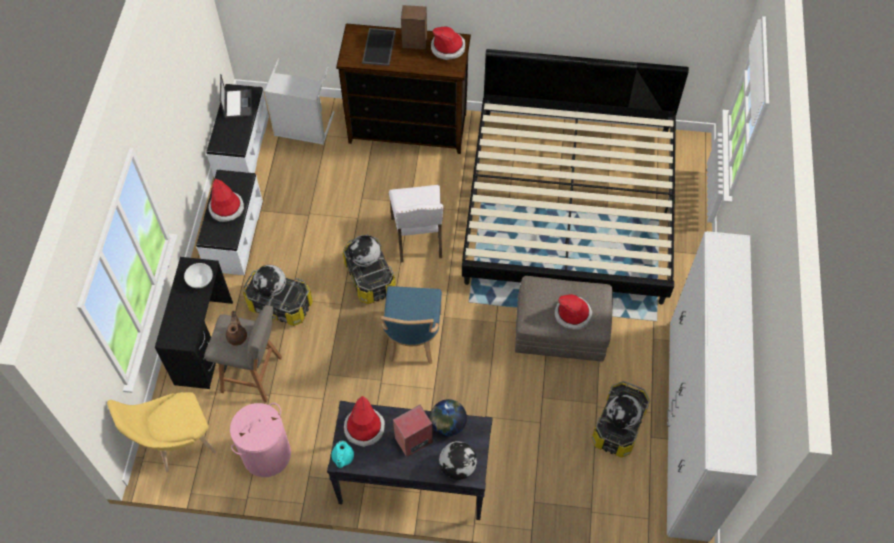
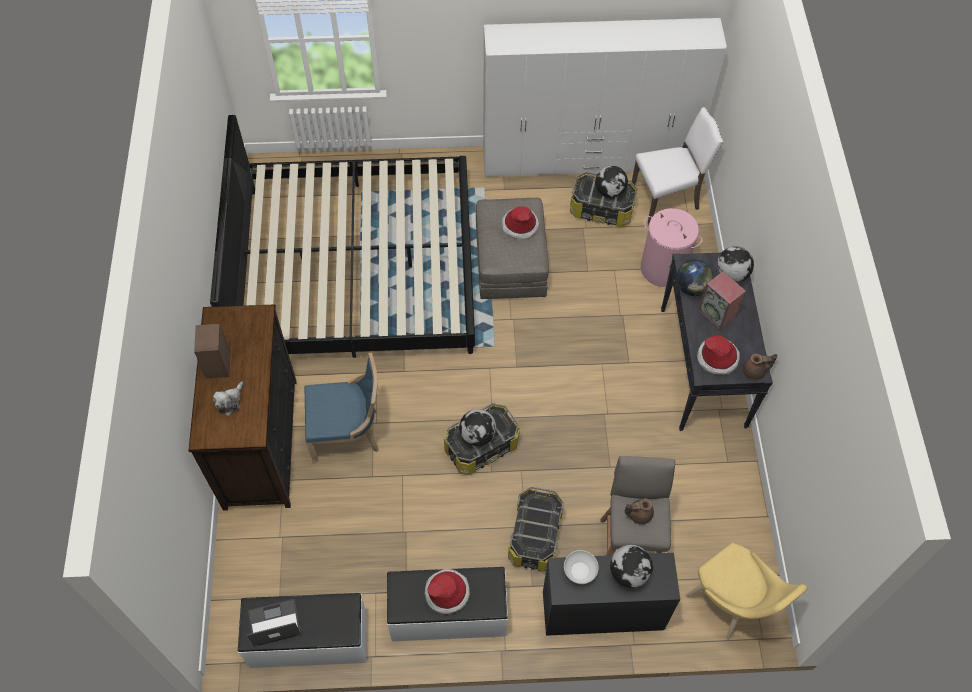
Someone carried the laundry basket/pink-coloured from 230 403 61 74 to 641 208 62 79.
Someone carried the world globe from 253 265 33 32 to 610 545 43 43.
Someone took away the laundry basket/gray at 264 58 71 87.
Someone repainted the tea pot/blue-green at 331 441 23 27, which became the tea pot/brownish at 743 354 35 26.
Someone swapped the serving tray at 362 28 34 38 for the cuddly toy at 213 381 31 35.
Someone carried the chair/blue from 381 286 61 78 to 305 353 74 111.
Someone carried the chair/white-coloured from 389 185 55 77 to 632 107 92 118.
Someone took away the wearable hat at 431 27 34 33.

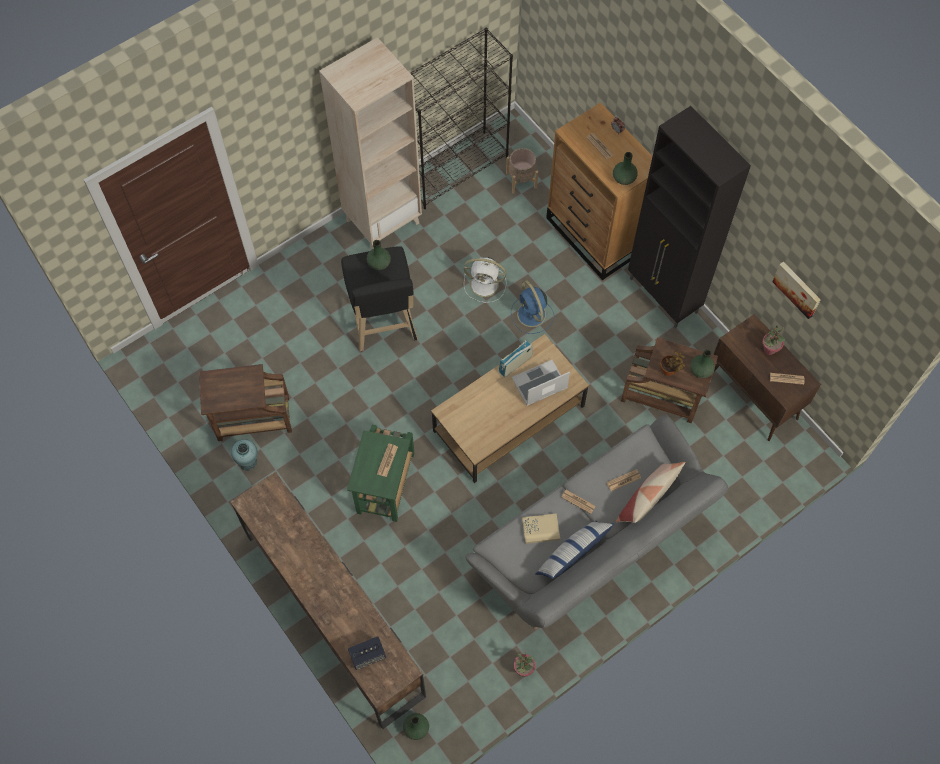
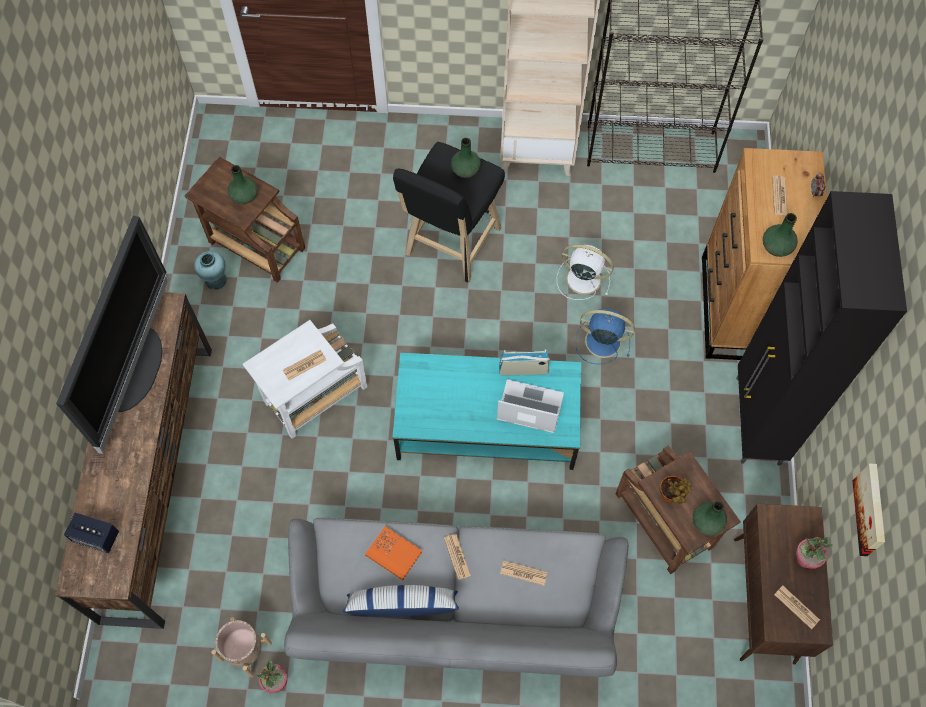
Someone repainted the end table/greenish at 347 425 67 97, which became the end table/white-coloured at 243 320 124 119.
Someone carried the vase/greenish from 403 713 26 27 to 228 165 30 39.
Someone repainted the coffee table/brownish at 431 334 158 149, which became the coffee table/blue-green at 392 353 189 117.
Someone rotated the fan/white-coloured at 464 257 42 46 by 150 degrees clockwise.
Someone carried the planter/beige from 506 148 32 45 to 212 617 60 60.
Someone rotated the fan/blue at 511 281 43 53 by 90 degrees clockwise.
Someone repainted the book/beige at 522 514 38 30, which became the book/orange at 365 526 57 54.
Someone took away the pillow at 615 462 70 61.
Someone put down the TV set at 56 216 113 238.

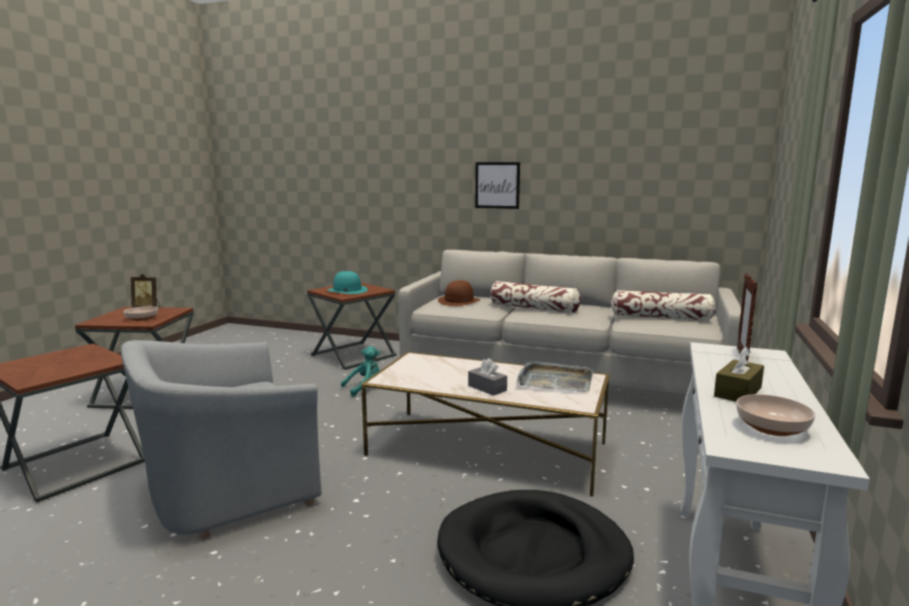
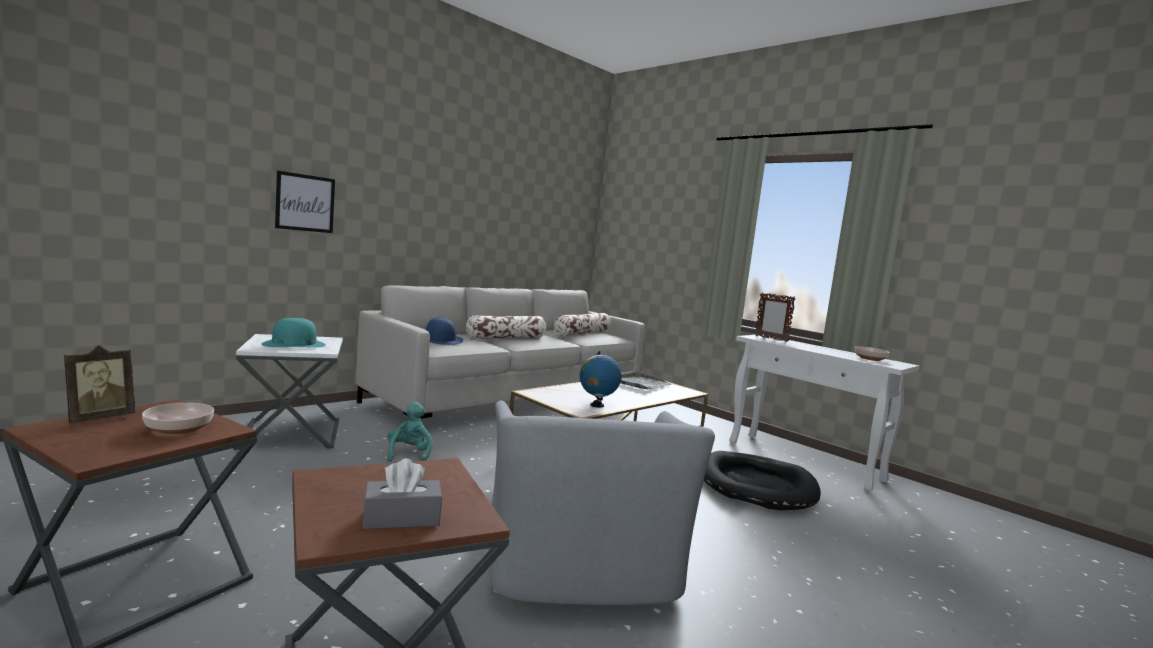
Someone repainted the end table/brownish at 307 283 90 87, which became the end table/white-coloured at 233 334 110 116.
Someone repainted the wearable hat/brownish at 438 280 42 26, which became the wearable hat/blue at 426 318 37 27.
Someone carried the box of tissues/gray from 468 358 39 38 to 363 458 79 71.
Someone carried the wall picture from 475 162 45 47 to 275 171 60 62.
Someone took away the box of tissues/brownish at 714 347 50 55.
Someone put down the world globe at 580 351 42 57.

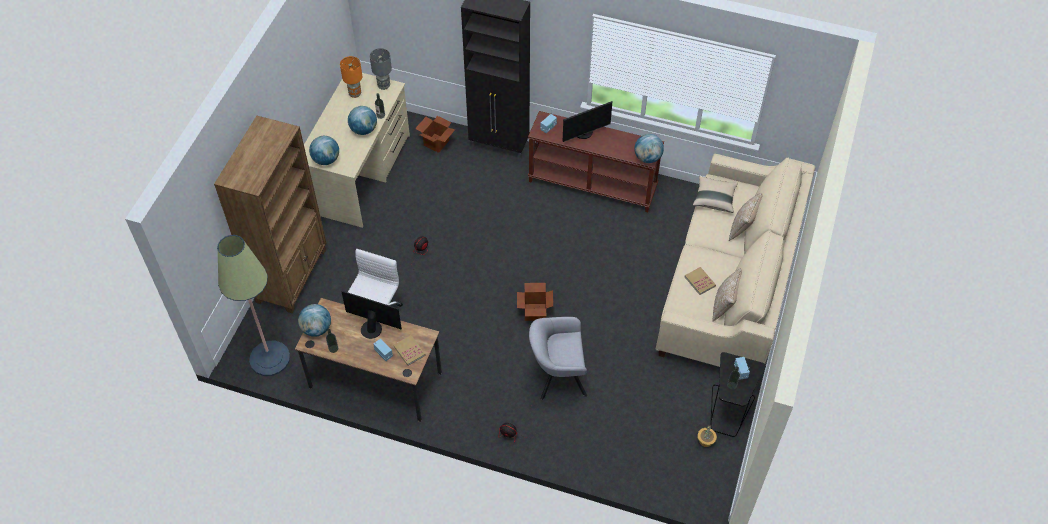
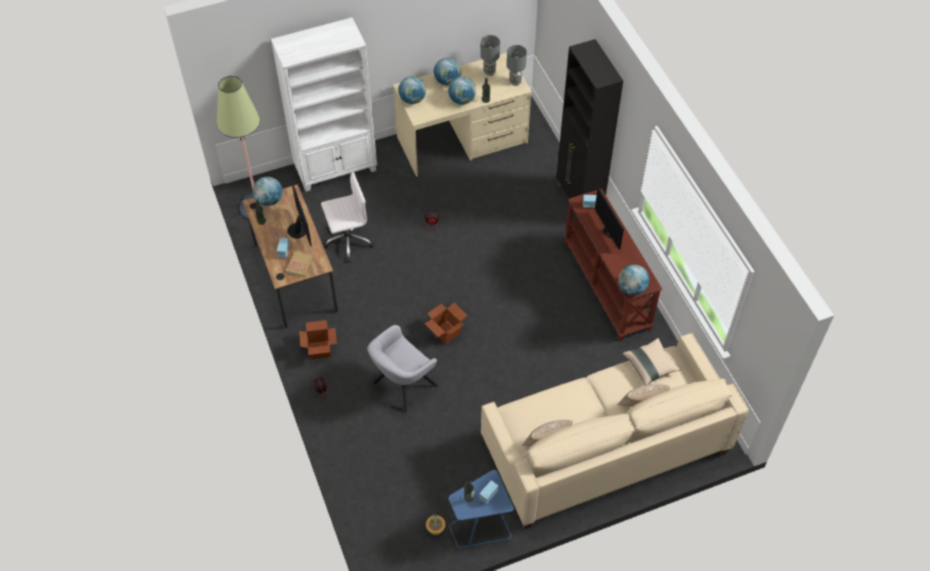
Someone repainted the bookcase/brownish at 214 116 113 197, which became the bookcase/white-coloured at 271 18 106 174.
Someone repainted the table lamp/orange at 340 56 22 42, which became the table lamp/gray at 480 35 20 41.
Someone carried the carton from 415 116 40 37 to 299 320 38 40.
Someone rotated the lounge chair/gray at 529 317 58 83 by 90 degrees counterclockwise.
Someone rotated the computer display at 562 101 50 41 by 45 degrees clockwise.
Someone took away the book at 685 267 31 28.
Someone repainted the end table/black-coloured at 710 352 56 85, which became the end table/blue at 449 470 65 78.
Someone put down the world globe at 434 58 27 28.

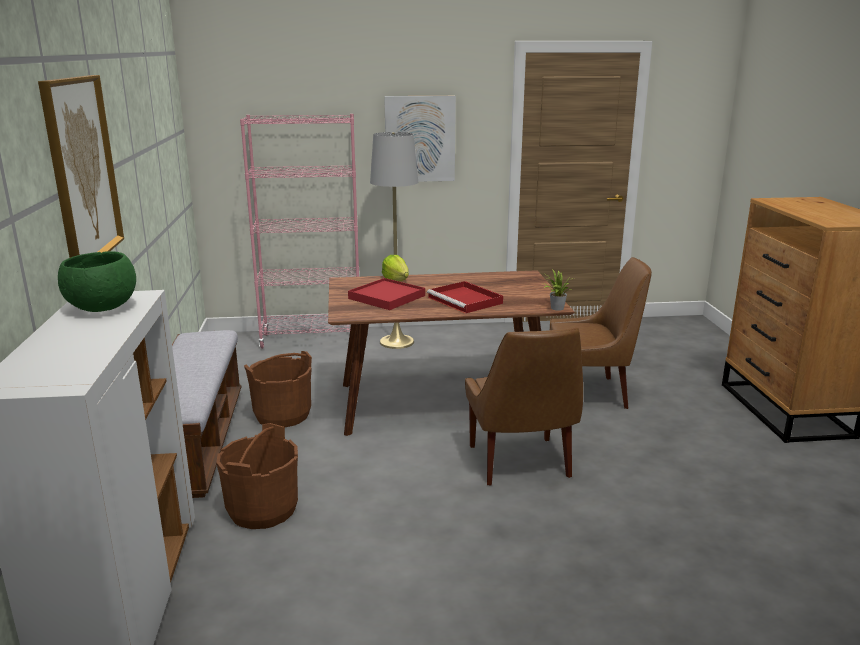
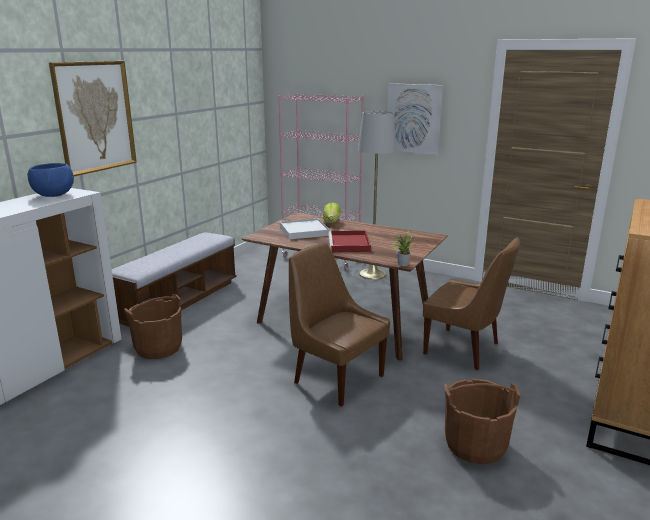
Someone repainted the serving bowl/greenish at 58 251 78 61, which became the serving bowl/blue at 28 163 46 34.
Someone carried the bucket/brownish from 244 351 68 76 to 444 379 76 85.
Someone repainted the serving tray/red-coloured at 348 278 77 32, which became the serving tray/white-coloured at 280 218 50 22.
Someone rotated the chair/brownish at 465 328 118 158 by 105 degrees clockwise.

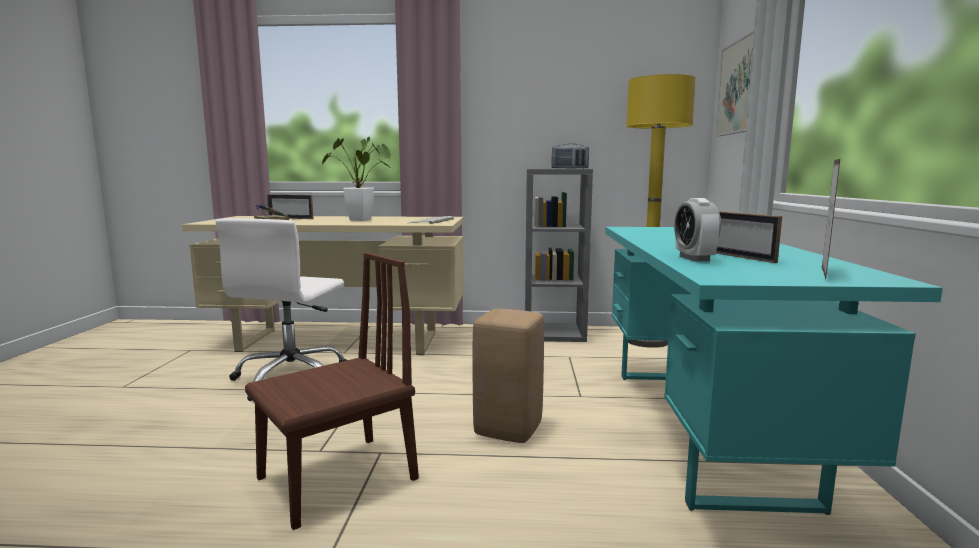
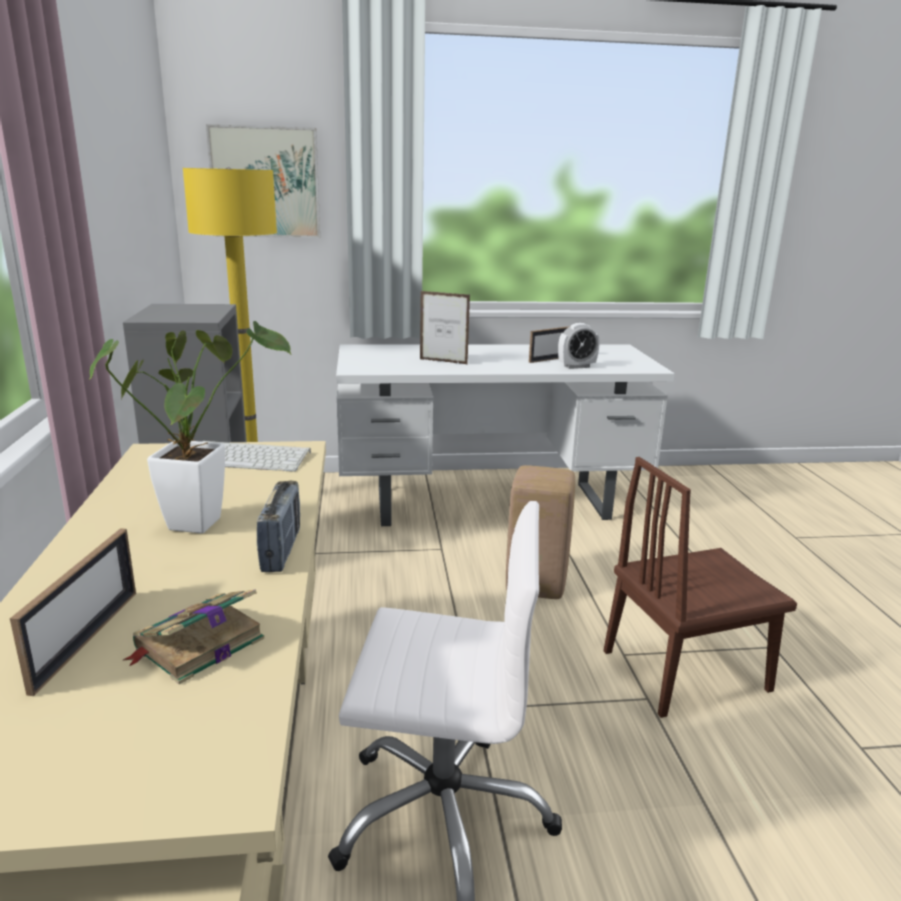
Someone rotated the chair/brownish at 245 252 174 278 by 60 degrees counterclockwise.
Someone carried the radio set from 552 144 37 25 to 257 481 43 91.
Someone repainted the desk table/blue-green at 605 227 338 288, which became the desk table/white-coloured at 336 344 339 182.
Someone carried the photo frame from 822 159 18 120 to 420 291 50 73.

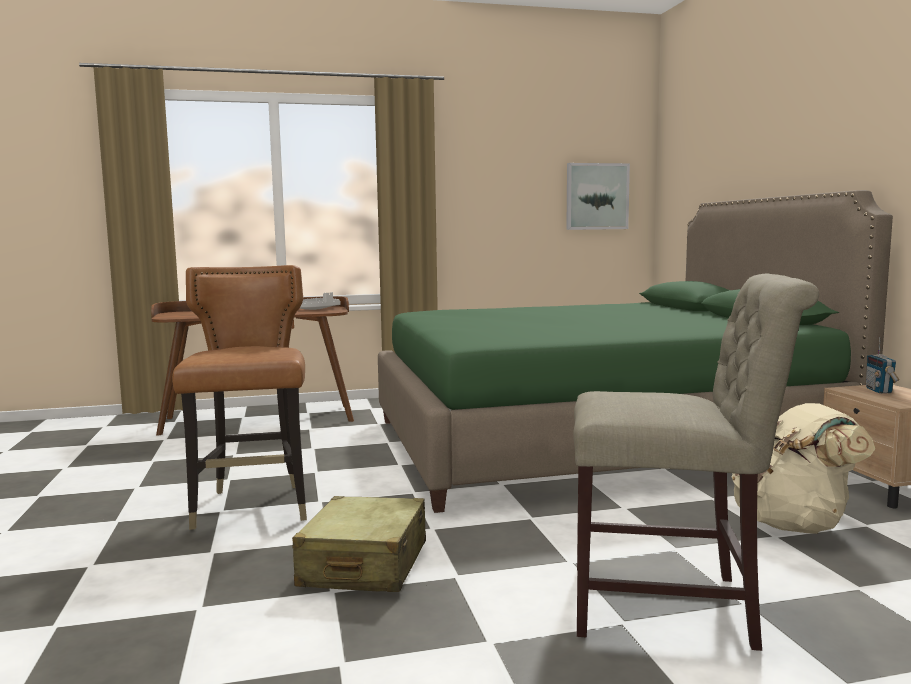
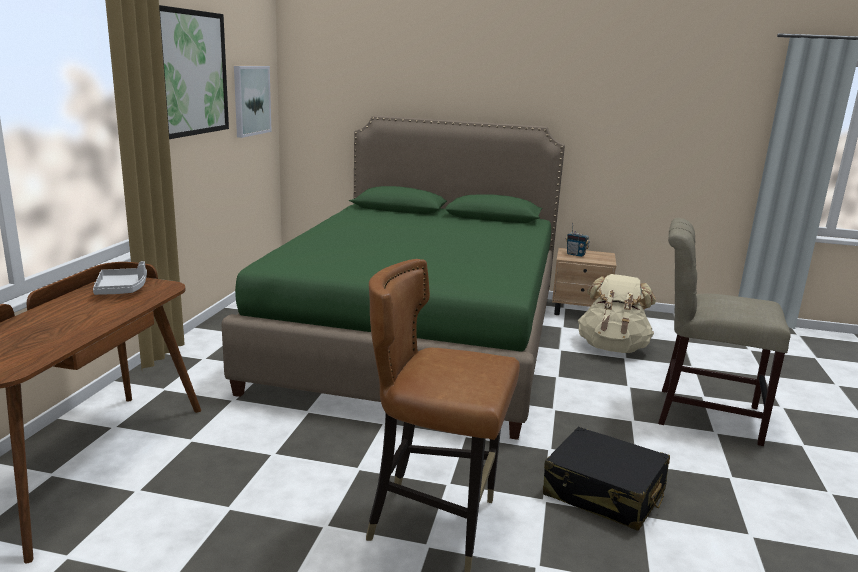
Someone repainted the suitcase/beige at 292 496 134 96, which became the suitcase/black-coloured at 543 427 127 104.
Someone rotated the chair/beige at 573 274 246 377 by 105 degrees counterclockwise.
Someone put up the wall picture at 159 5 70 134.

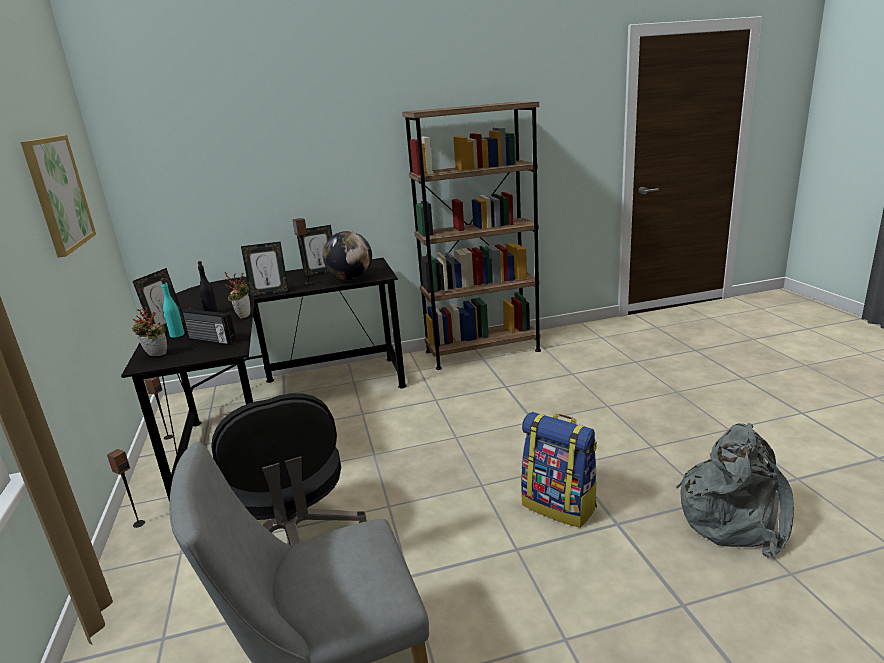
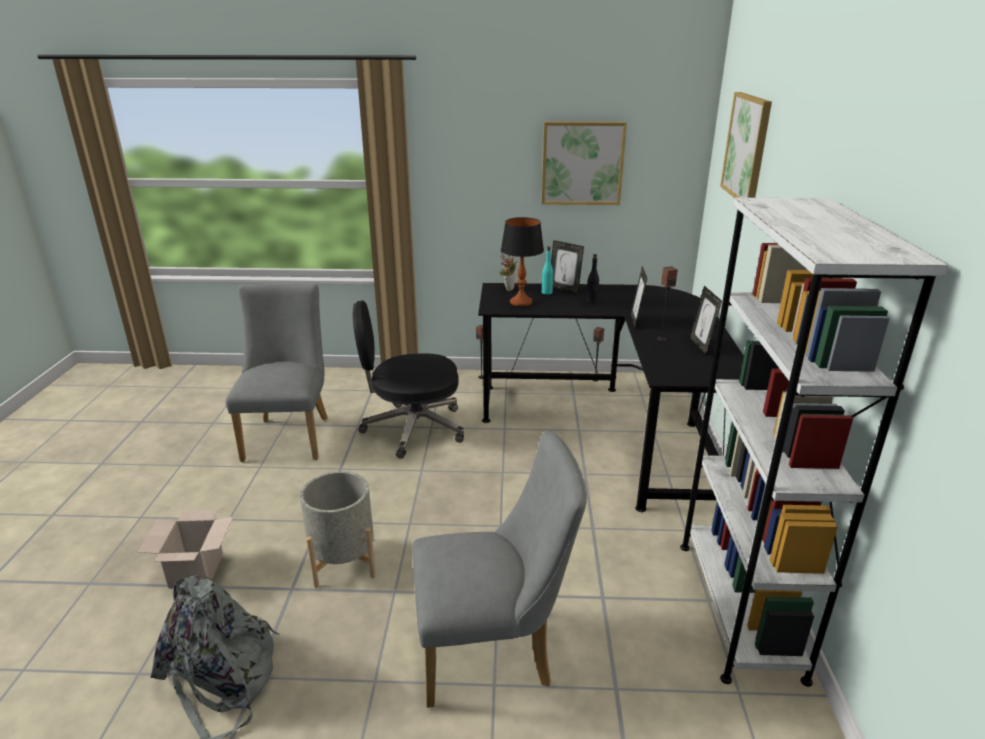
Someone swapped the radio set at 182 308 54 37 for the table lamp at 501 217 43 90.
Someone took away the houseplant at 225 272 25 47.
Someone took away the world globe at 323 231 49 49.
Someone repainted the bookcase/brownish at 402 102 139 268, which became the bookcase/white-coloured at 680 198 269 489.
Someone swapped the rucksack at 521 412 76 116 for the planter/gray at 300 471 76 117.
Someone put down the carton at 138 510 95 78.
Someone put down the chair/gray at 412 430 175 278.
Someone put up the wall picture at 720 92 52 106.

